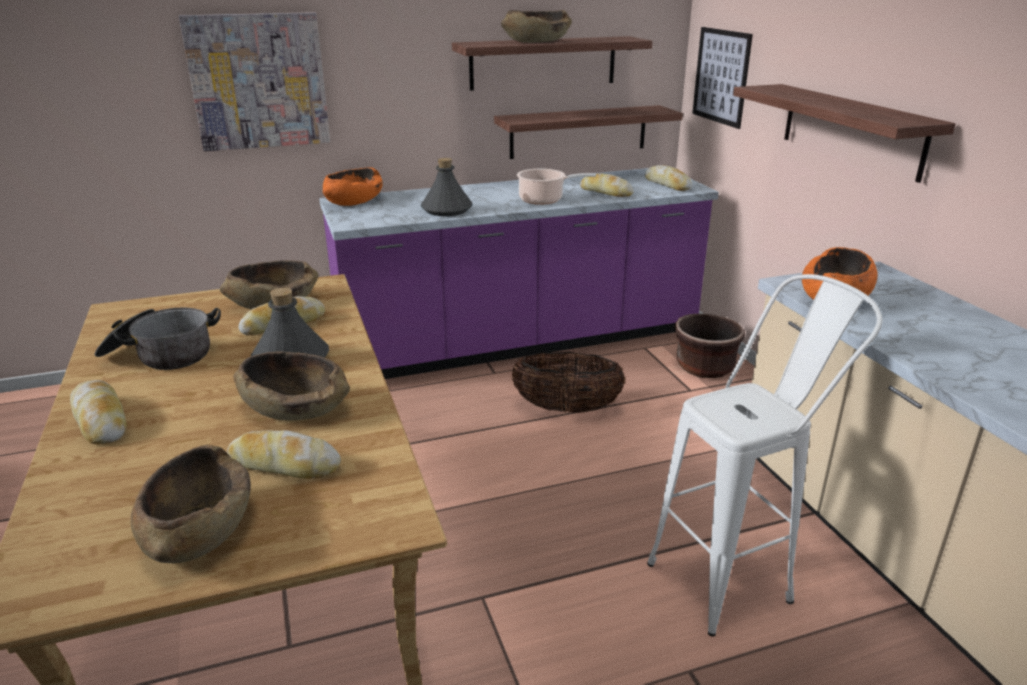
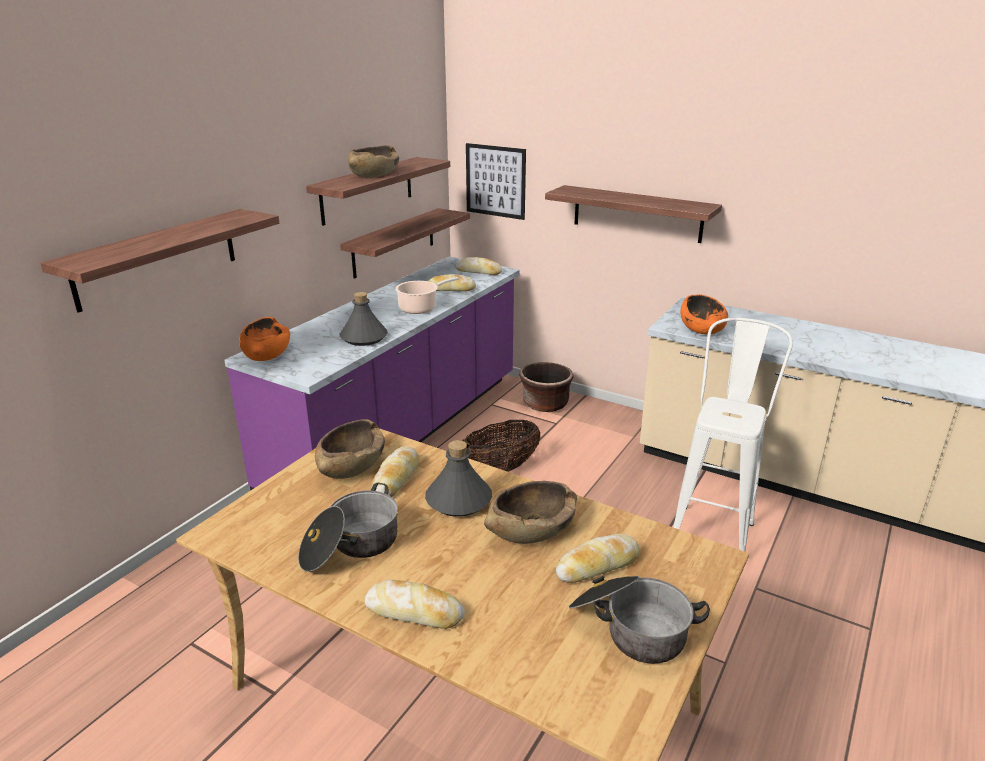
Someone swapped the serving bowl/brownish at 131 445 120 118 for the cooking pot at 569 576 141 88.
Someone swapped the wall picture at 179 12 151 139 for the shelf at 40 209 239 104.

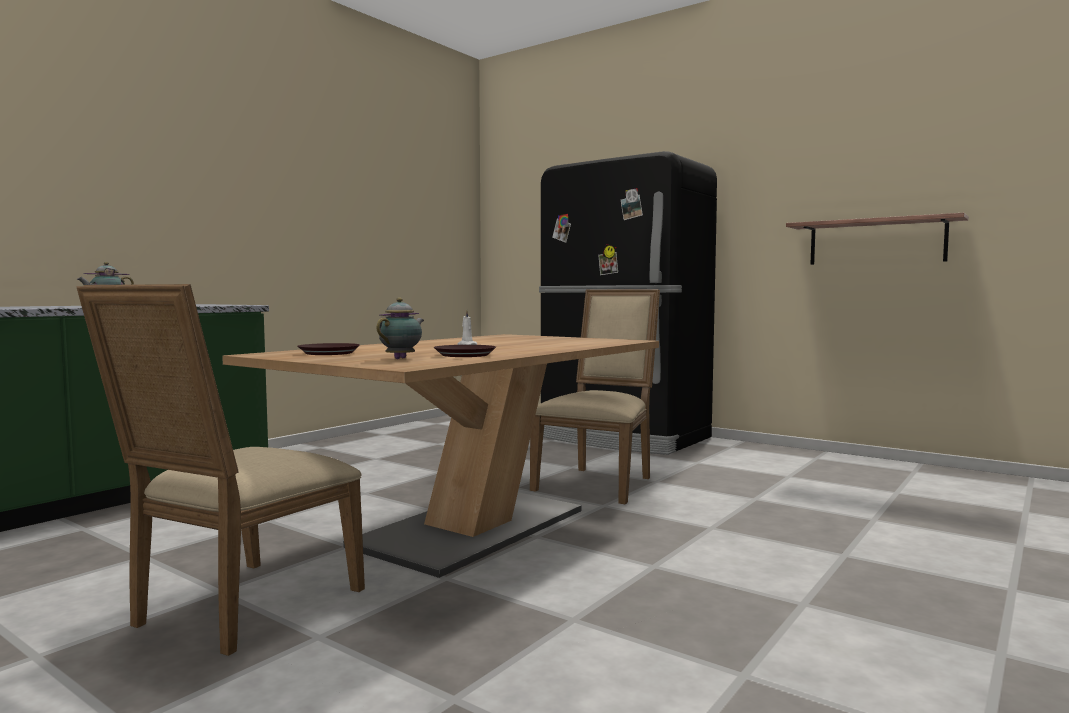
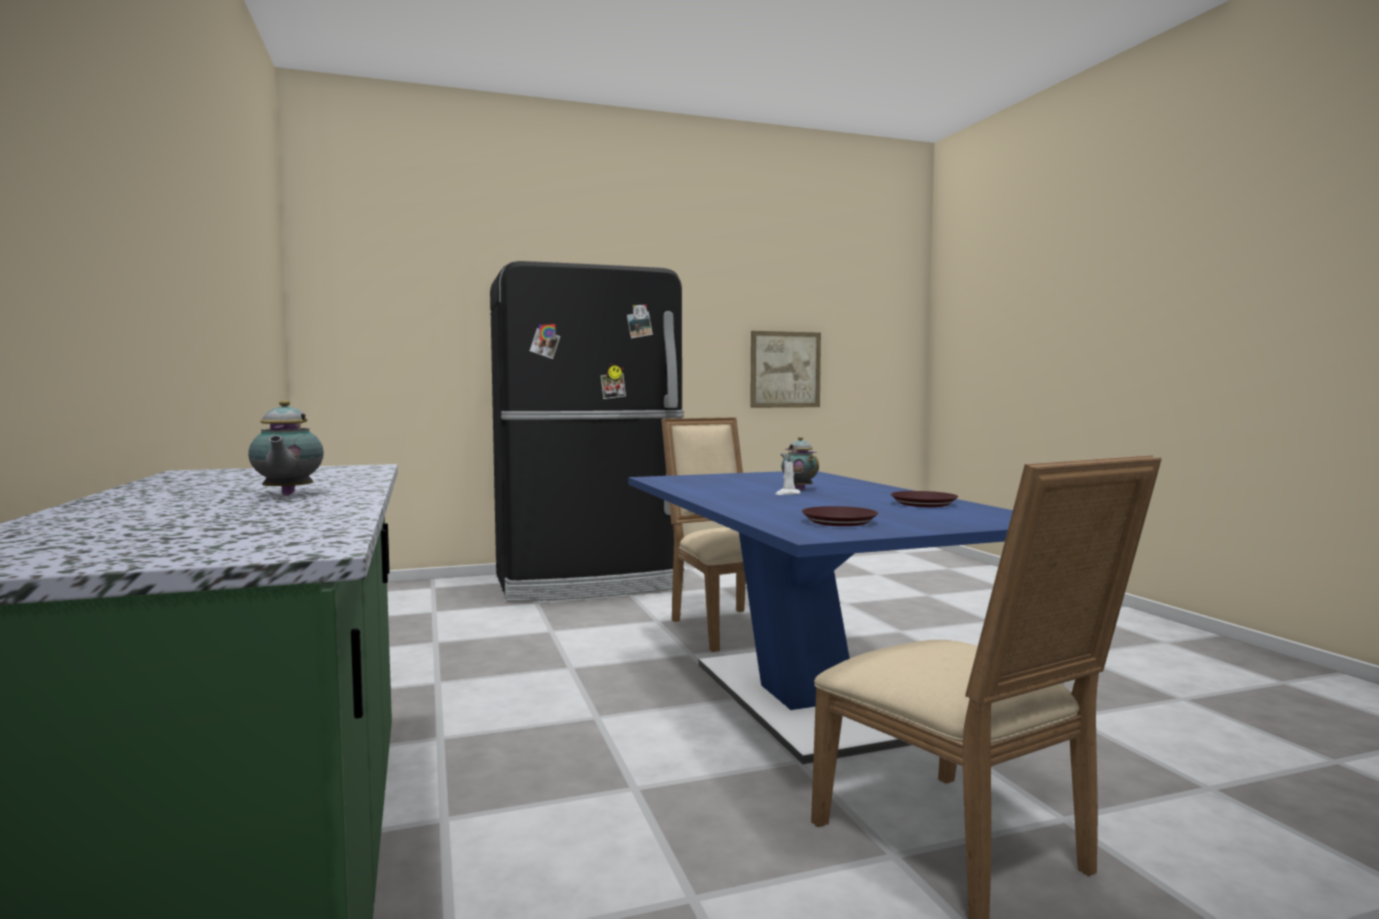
Someone repainted the kitchen table/brownish at 222 334 437 244, which became the kitchen table/blue at 628 471 385 293.
Someone carried the tea pot from 377 298 47 61 to 781 437 38 53.
Someone swapped the shelf at 786 213 183 52 for the wall picture at 750 331 71 77.

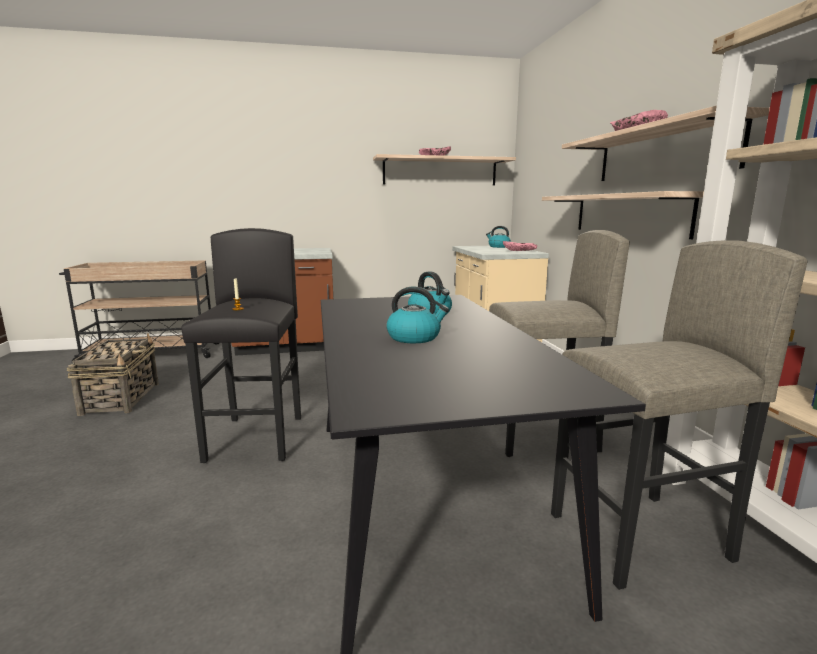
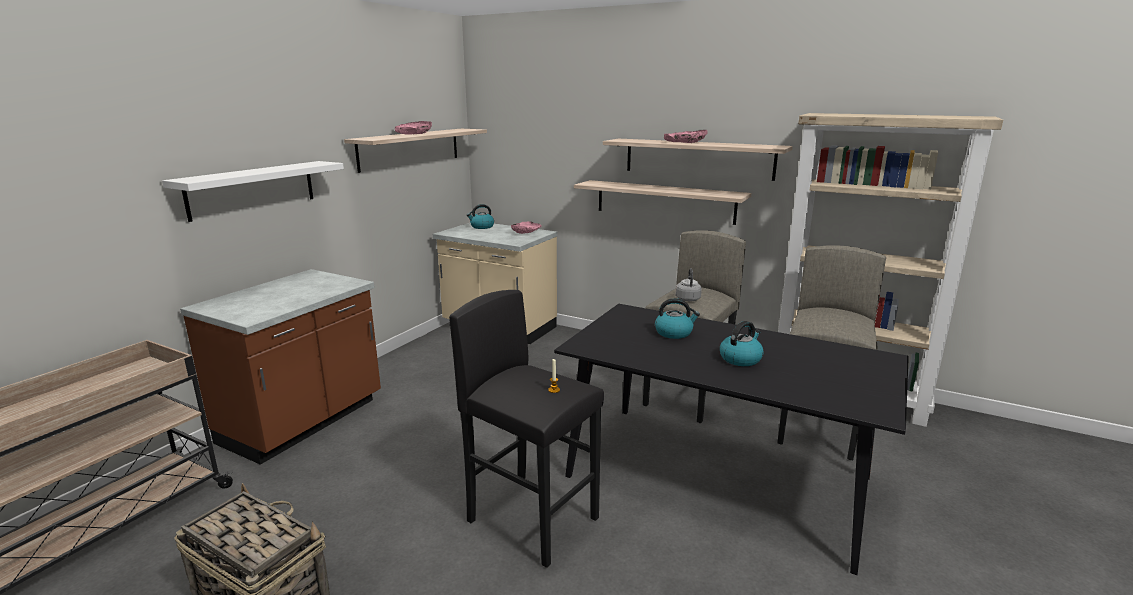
Someone put up the shelf/white-coloured at 162 161 182 61.
Someone put down the tea kettle/gray at 675 268 27 33.

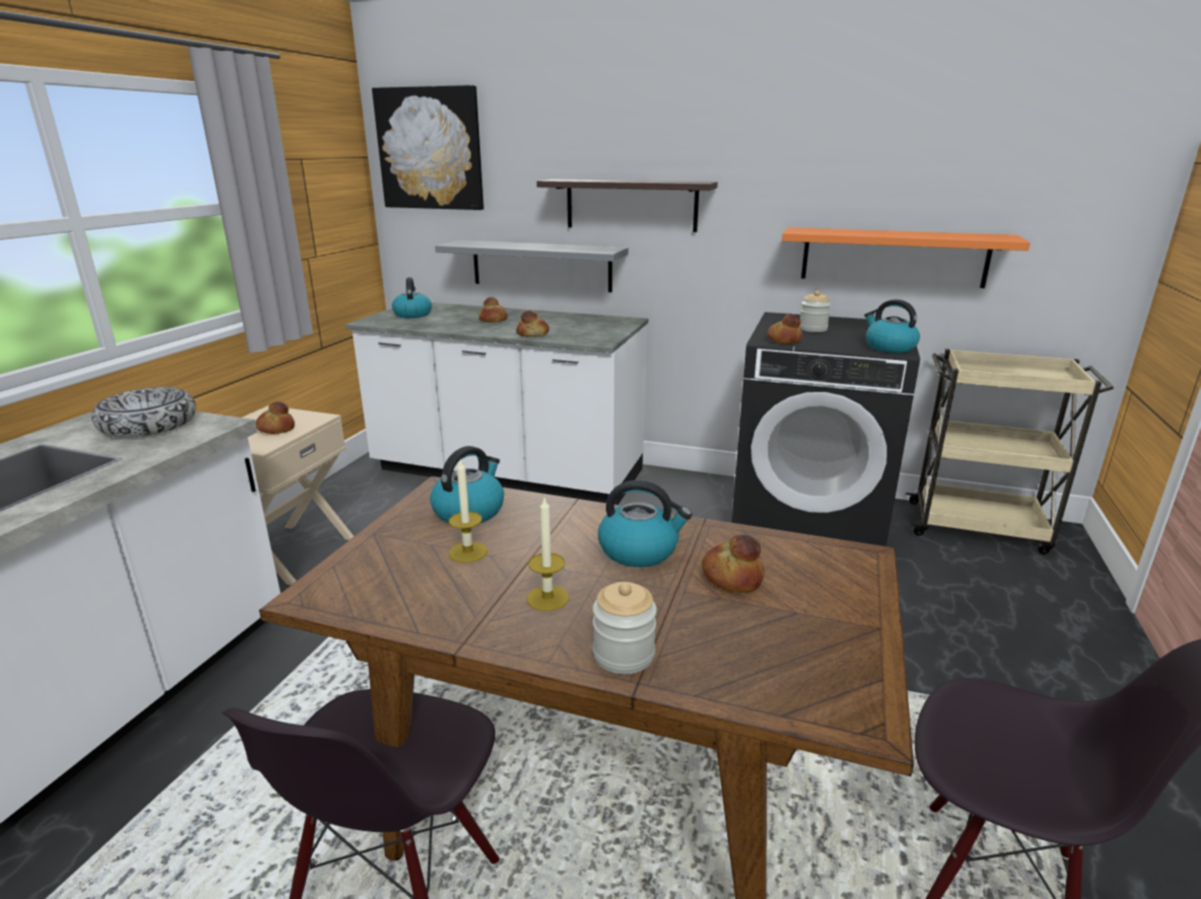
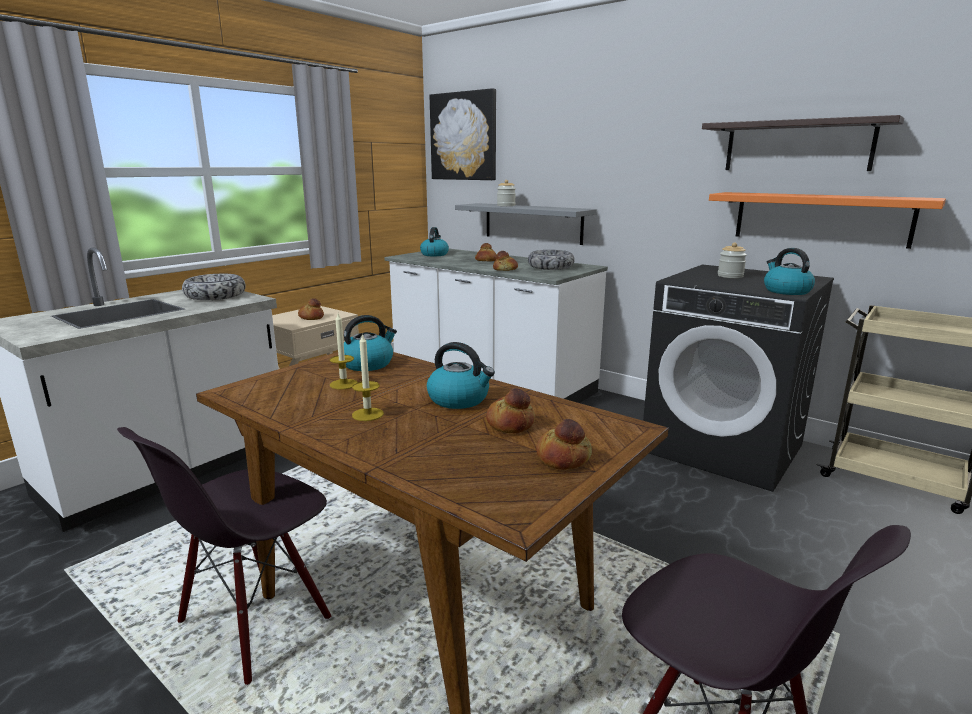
Someone carried the shelf from 537 179 181 53 to 702 115 202 56.
Someone carried the storage jar from 593 582 64 92 to 497 180 19 26.
Someone carried the bread from 767 313 35 31 to 536 419 56 51.
Someone put down the serving bowl at 528 250 47 20.

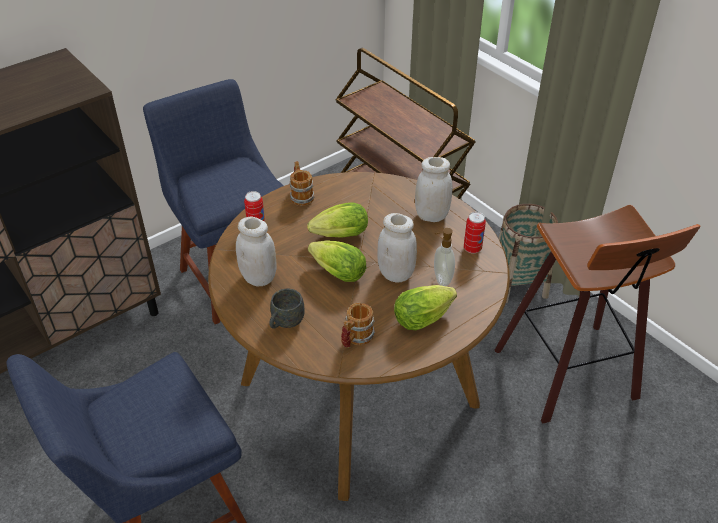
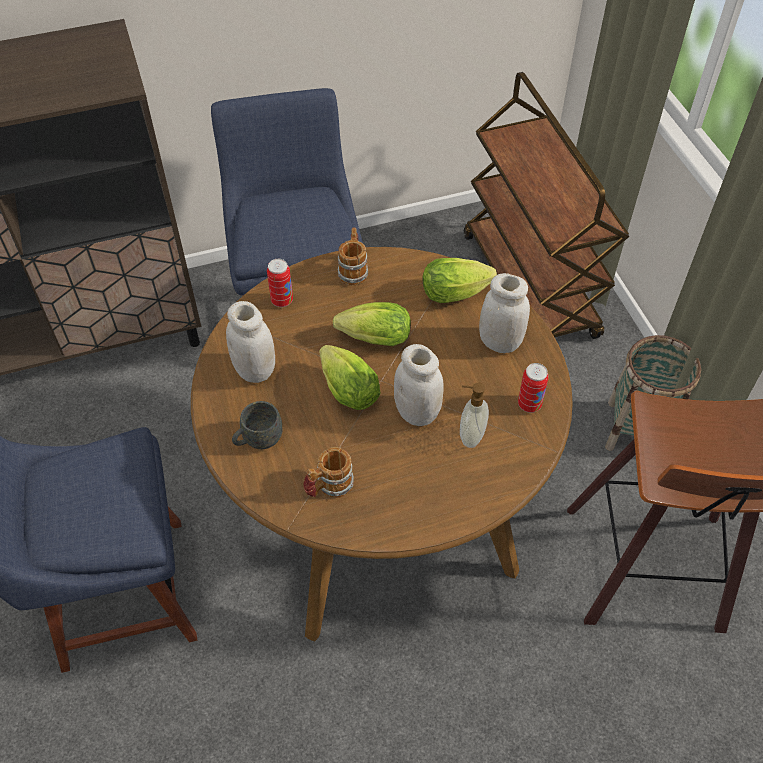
Someone carried the head of lettuce from 394 285 63 45 to 422 258 75 45.

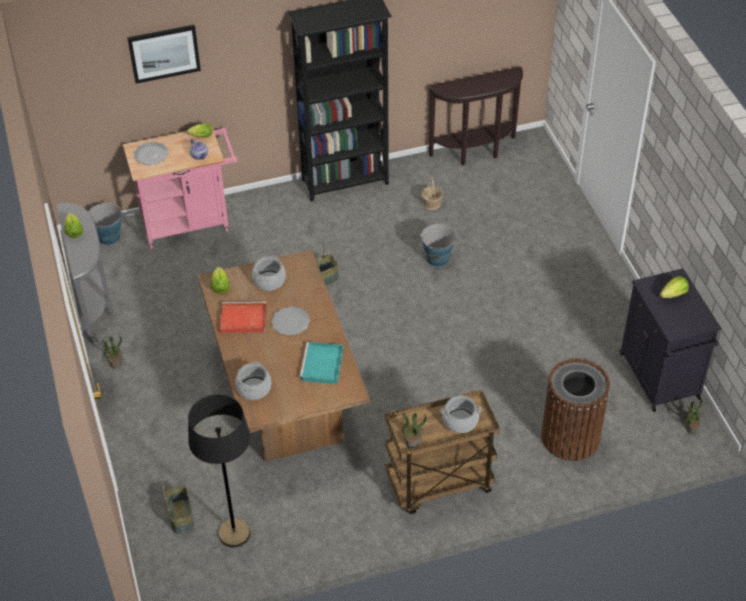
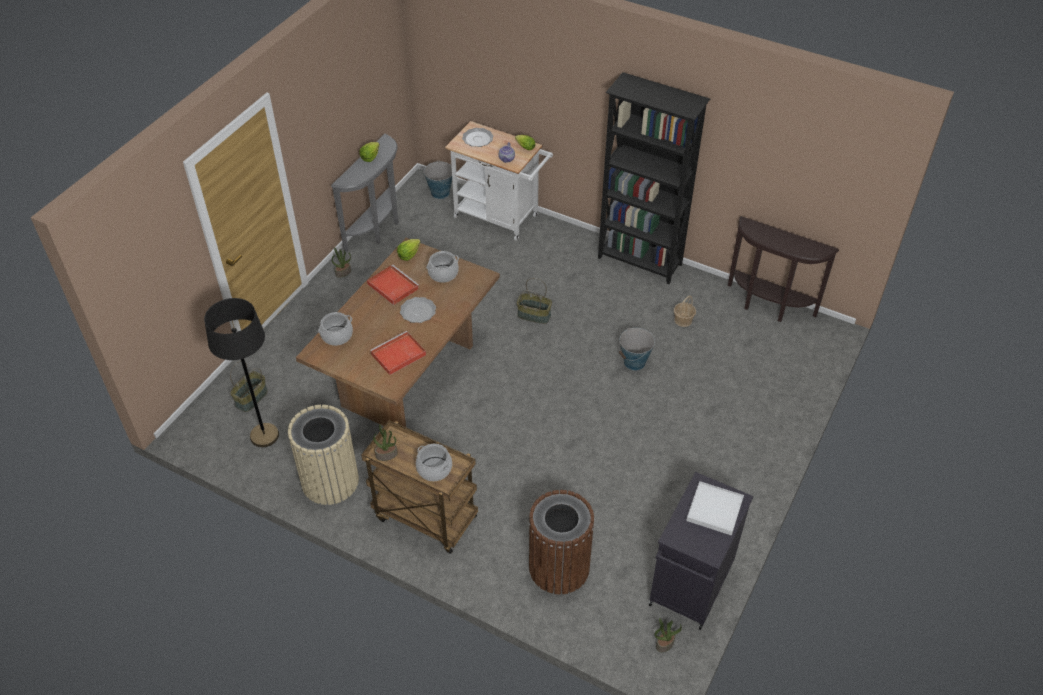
Someone repainted the cart/pink-coloured at 123 126 115 123, which became the cart/white-coloured at 445 121 108 119.
Someone took away the wall picture at 127 25 74 59.
Someone repainted the serving tray/blue-green at 299 342 45 42, which became the serving tray/red-coloured at 370 331 56 44.
Someone swapped the head of lettuce at 660 276 29 22 for the serving tray/white-coloured at 686 481 58 55.
Someone put down the trash can/beige at 288 405 71 100.

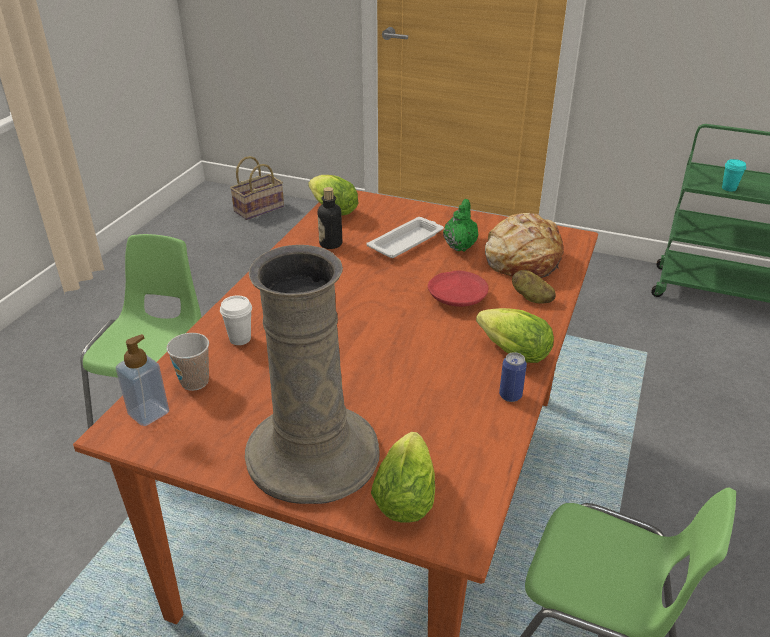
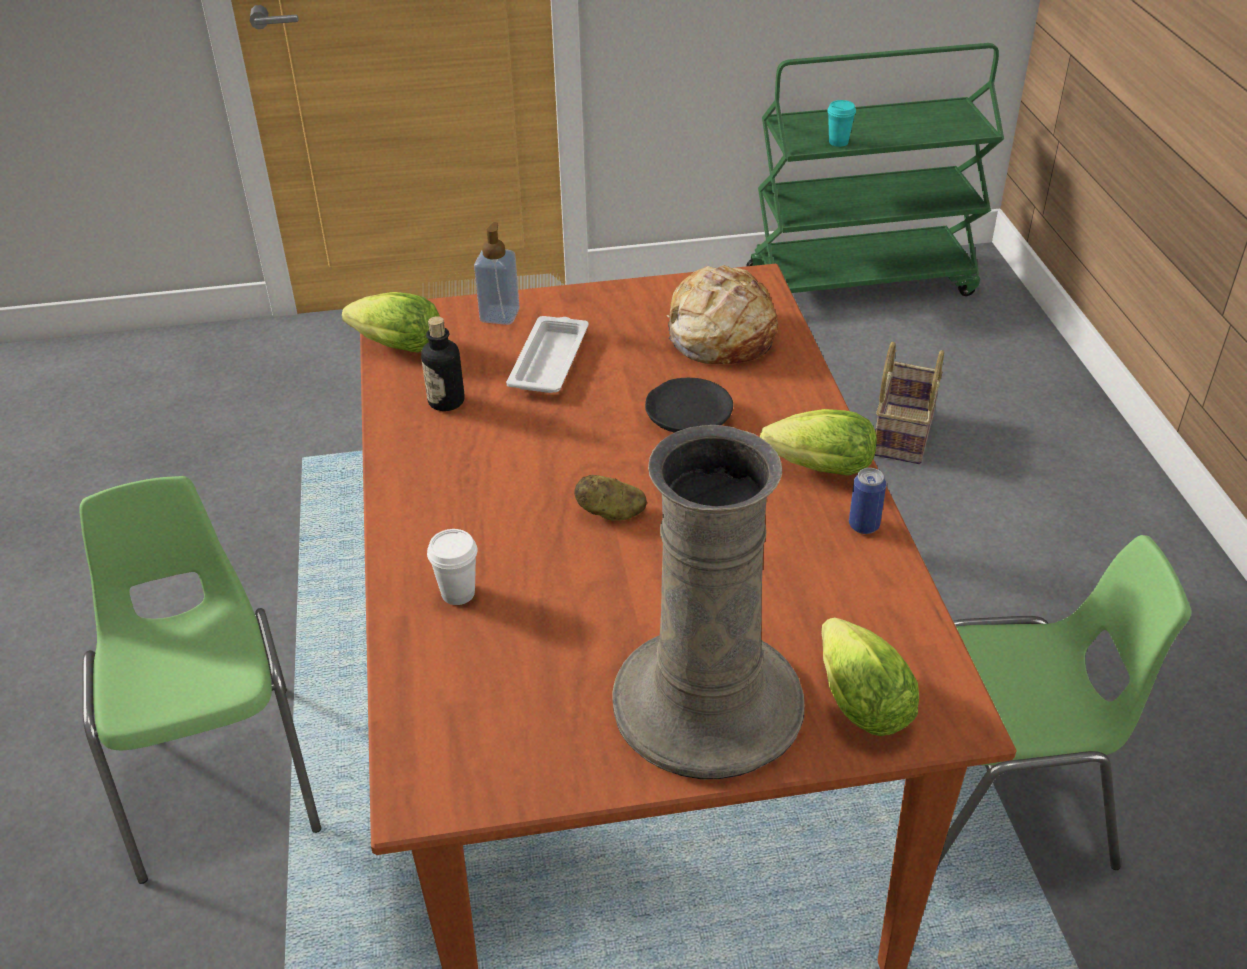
Someone carried the soap bottle from 115 334 54 92 to 474 222 46 103.
Someone took away the drinking cup at 167 333 42 58.
Someone carried the storage basket from 230 156 54 64 to 875 342 69 122.
Someone repainted the plate/red-coloured at 428 271 60 36, which became the plate/black-coloured at 645 378 88 55.
Someone took away the tea pot/greenish at 443 199 35 53.
Someone carried the potato from 512 270 44 34 to 574 475 73 46.

